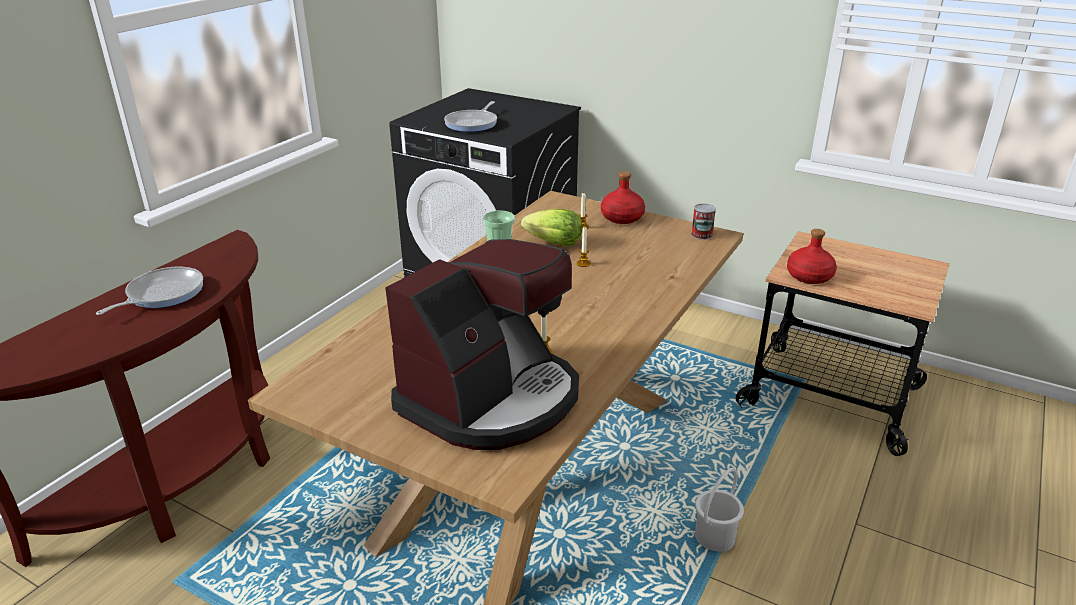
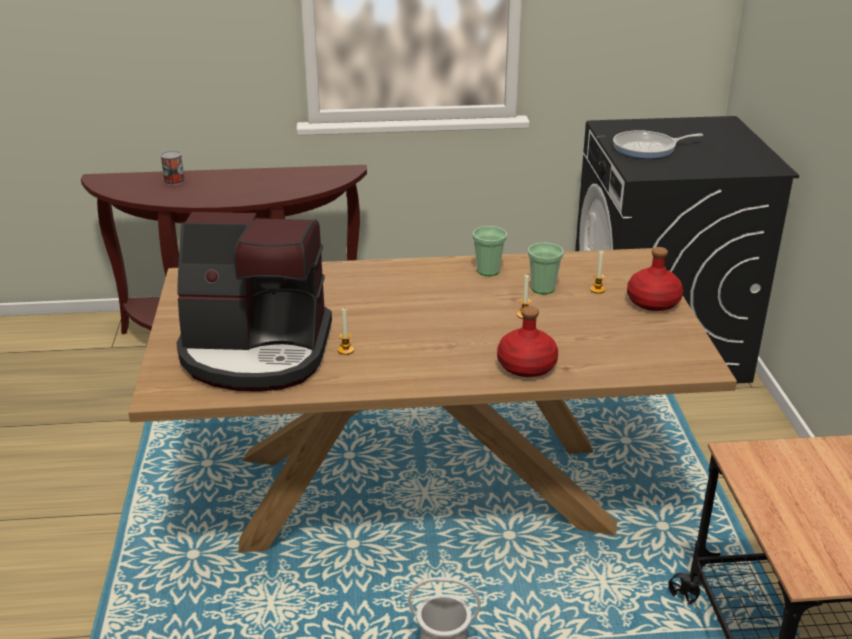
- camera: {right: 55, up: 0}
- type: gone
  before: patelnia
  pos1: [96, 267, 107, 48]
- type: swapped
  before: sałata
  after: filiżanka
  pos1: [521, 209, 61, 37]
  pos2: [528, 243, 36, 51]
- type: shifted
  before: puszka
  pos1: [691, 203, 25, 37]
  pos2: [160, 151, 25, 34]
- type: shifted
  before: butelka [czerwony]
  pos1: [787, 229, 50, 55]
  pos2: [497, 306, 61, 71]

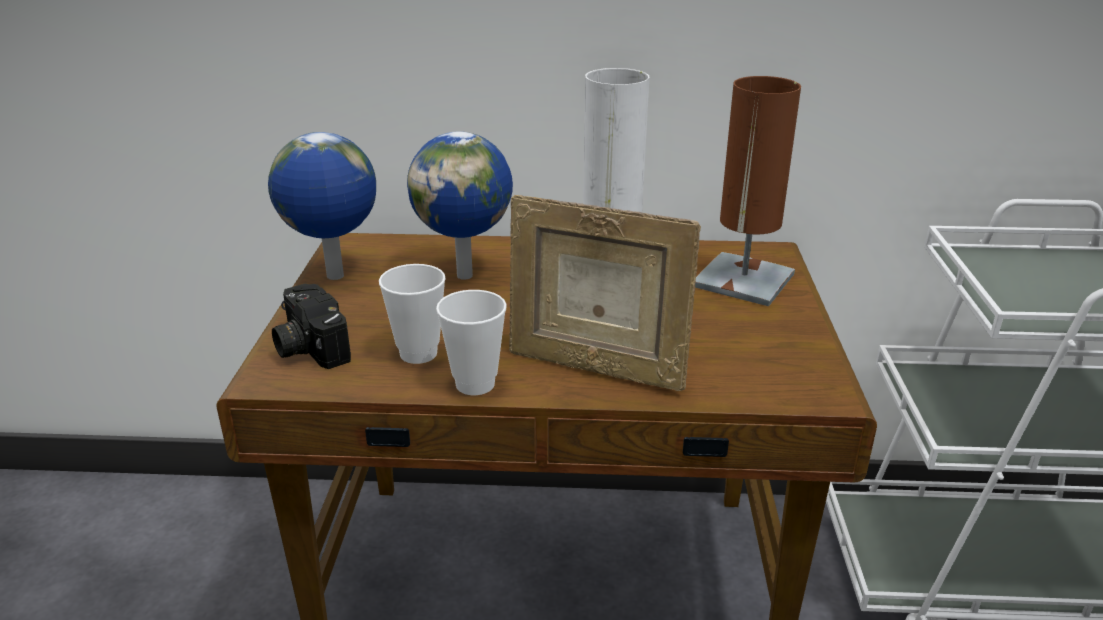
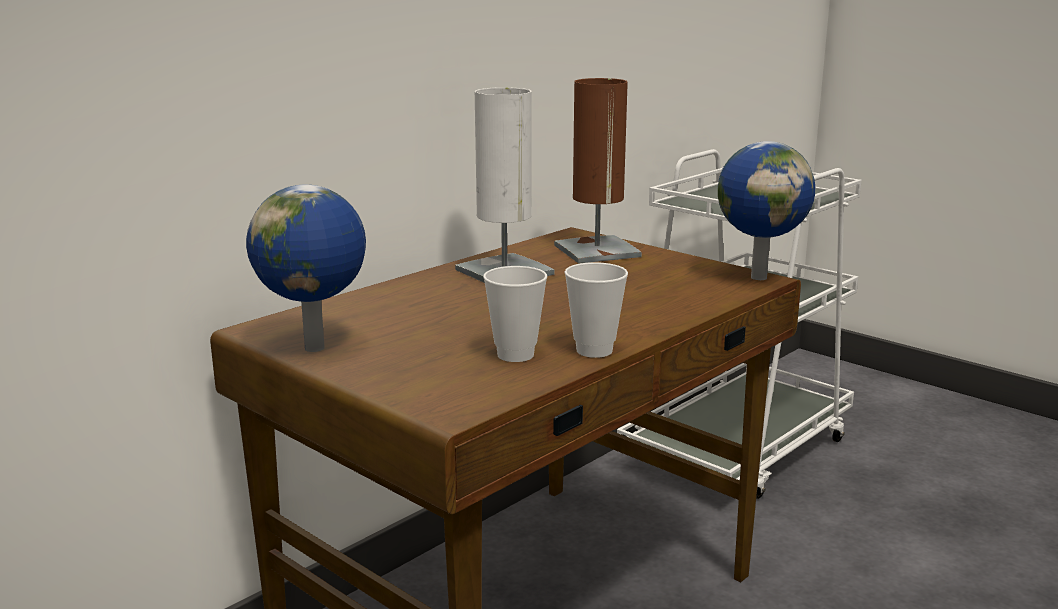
- camera: {right: -50, up: -10}
- type: gone
  before: aparat fotograficzny
  pos1: [272, 283, 79, 86]
- type: shifted
  before: globus
  pos1: [407, 131, 106, 149]
  pos2: [718, 141, 97, 139]
- type: gone
  before: ramka na zdjęcie
  pos1: [509, 195, 192, 196]

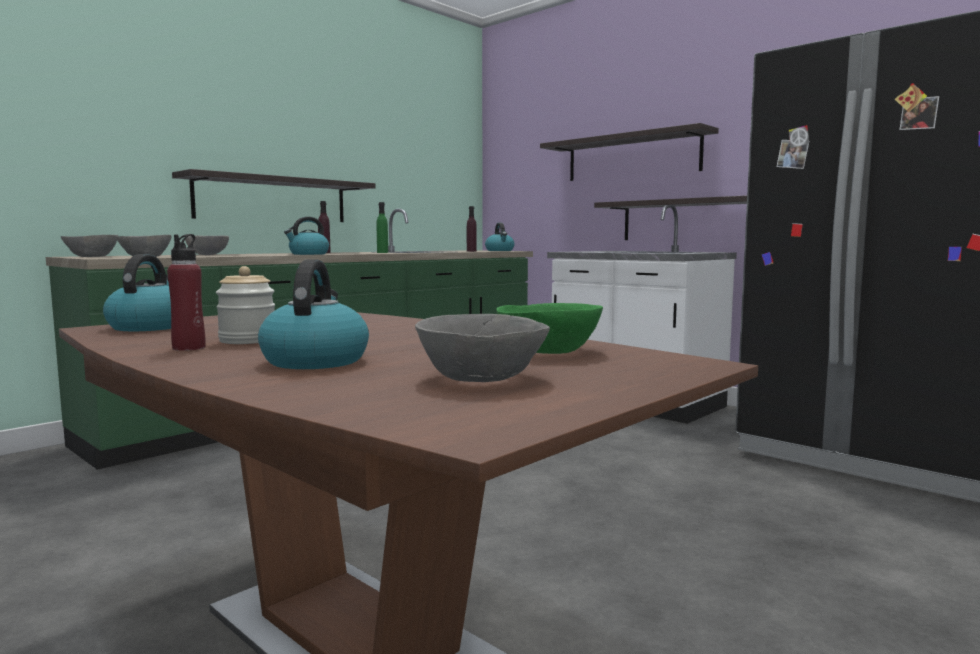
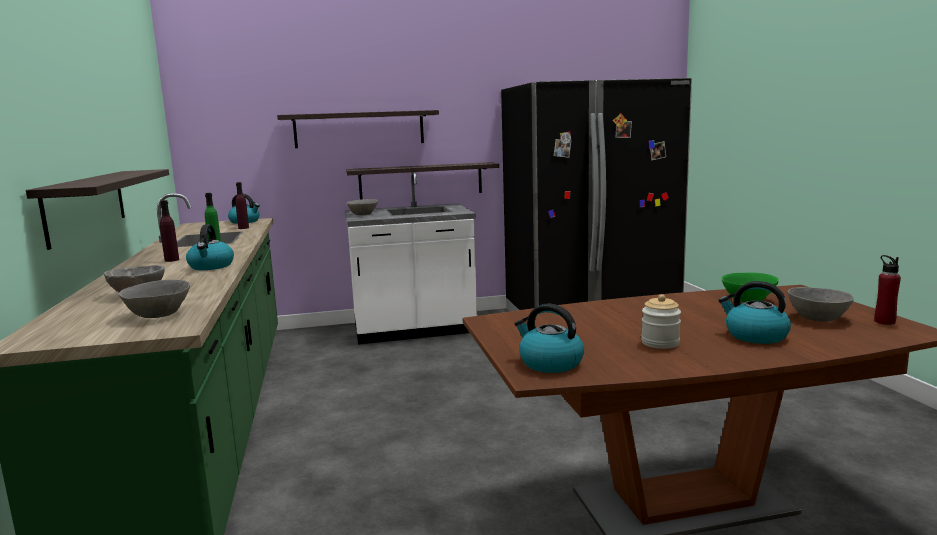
- camera: {right: -55, up: 5}
- type: shifted
  before: miska [szary]
  pos1: [61, 235, 57, 22]
  pos2: [347, 199, 31, 16]
- type: shifted
  before: butelka [czerwony]
  pos1: [167, 234, 39, 117]
  pos2: [874, 255, 27, 70]

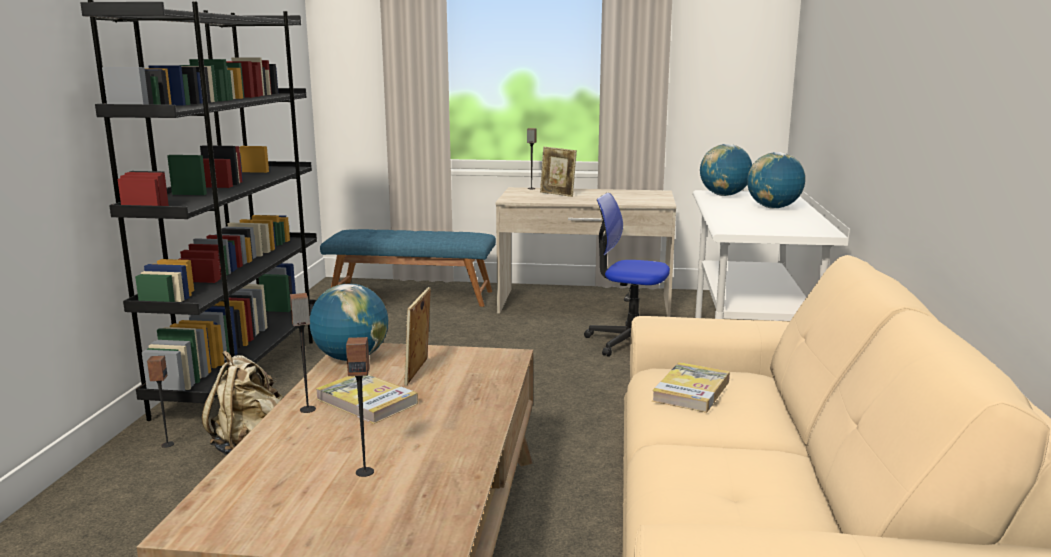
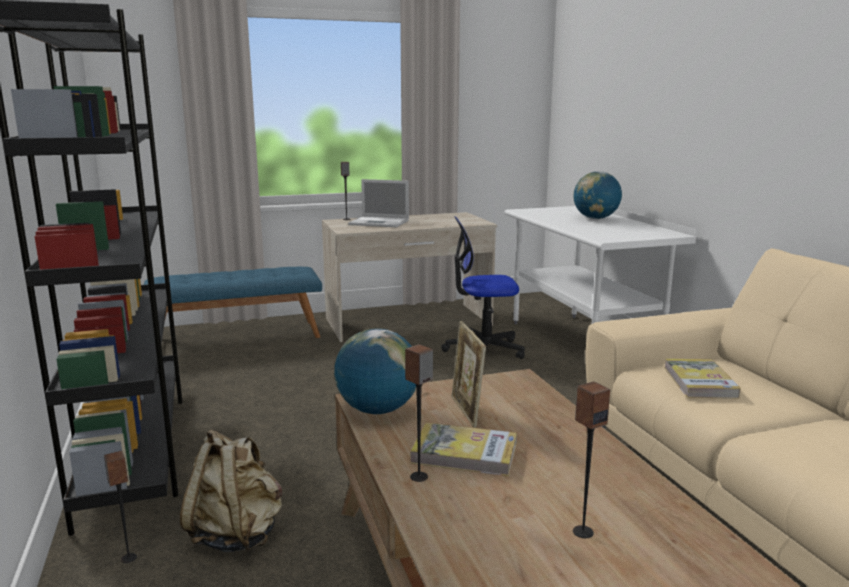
- camera: {right: -25, up: 0}
- type: swapped
  before: ramka na zdjęcie
  after: laptop
  pos1: [540, 147, 37, 50]
  pos2: [348, 179, 61, 48]
- type: gone
  before: globus
  pos1: [700, 144, 52, 52]

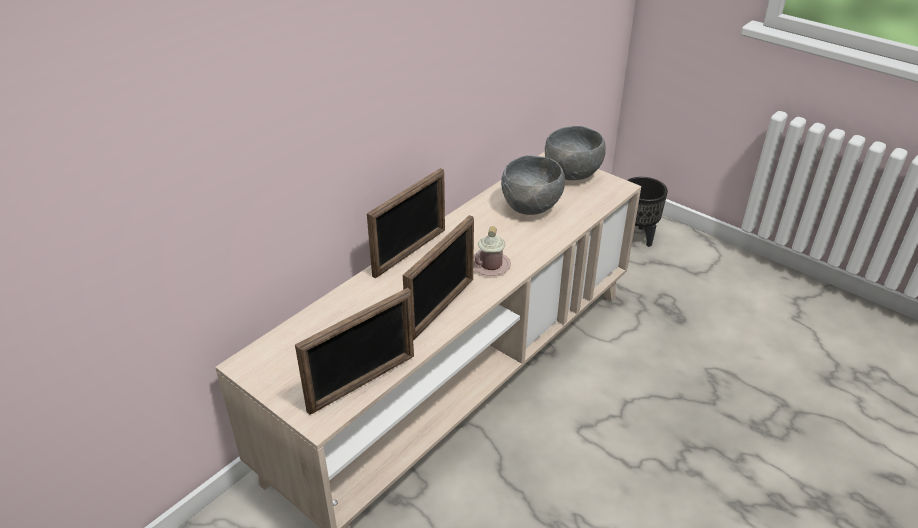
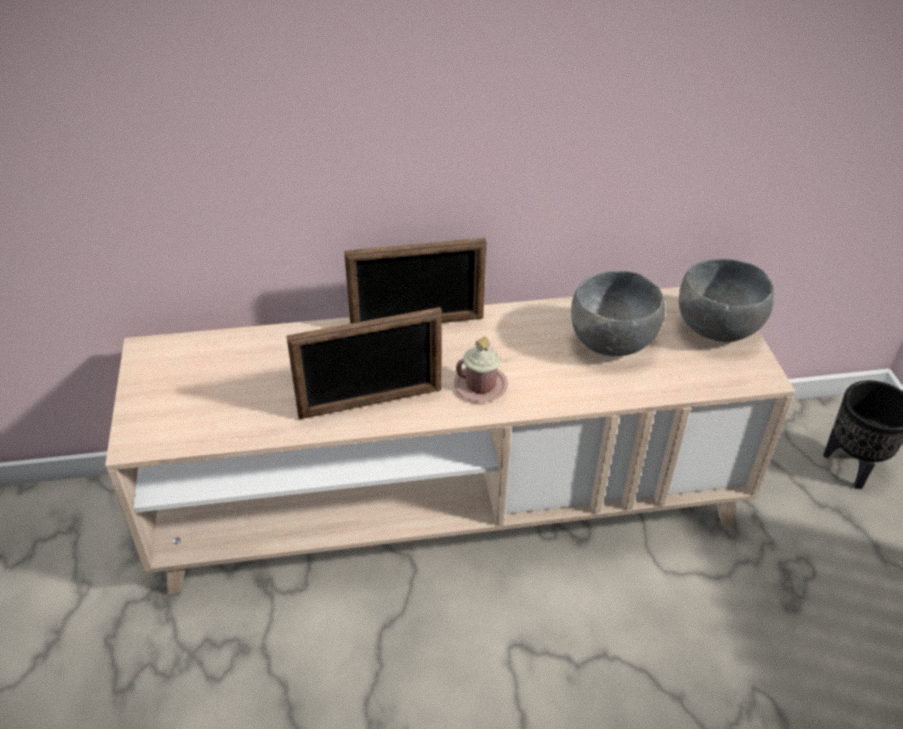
- camera: {right: 40, up: 5}
- type: gone
  before: ramka na zdjęcie
  pos1: [295, 288, 119, 127]

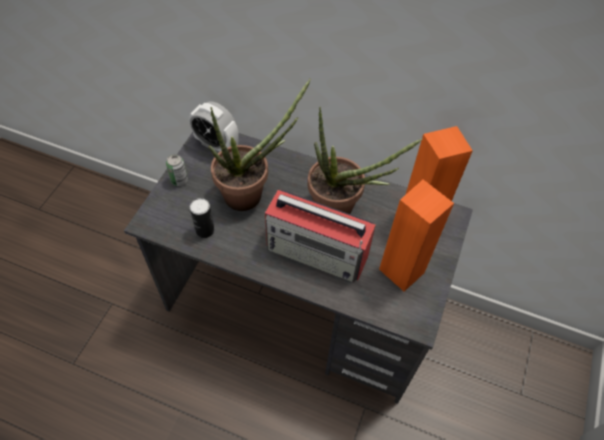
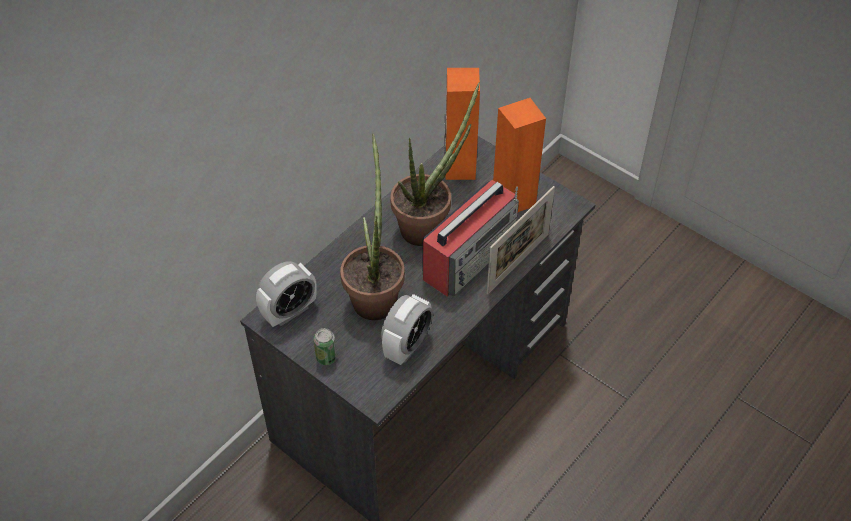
- camera: {right: -70, up: -5}
- type: swapped
  before: puszka
  after: budzik
  pos1: [190, 198, 24, 40]
  pos2: [381, 294, 52, 71]
- type: new
  after: ramka na zdjęcie
  pos2: [487, 186, 68, 108]

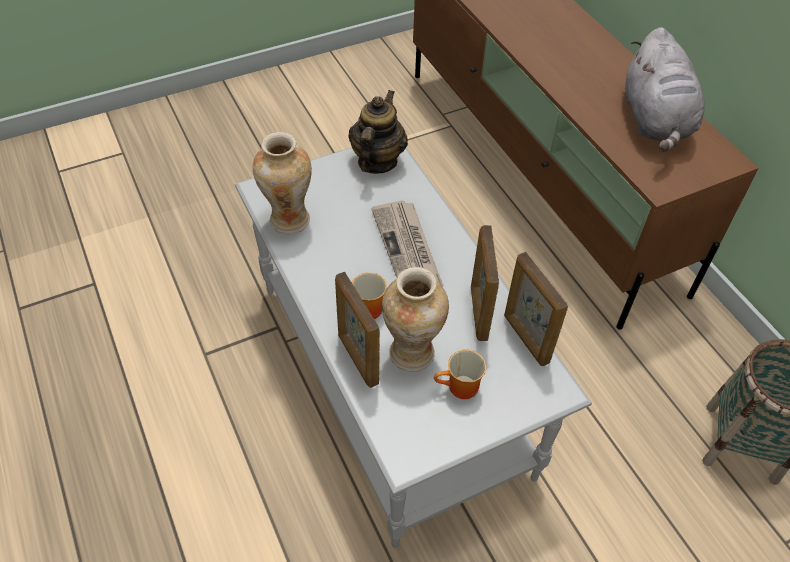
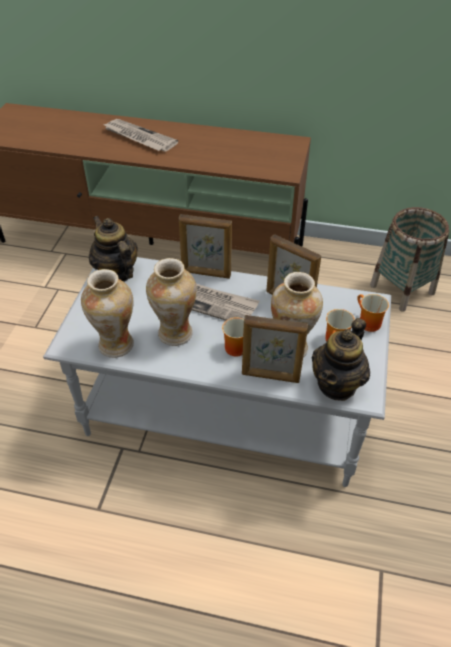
- camera: {right: -50, up: -5}
- type: shifted
  before: ramka na zdjęcie
  pos1: [504, 252, 64, 114]
  pos2: [179, 214, 53, 65]
- type: gone
  before: pluszak [szary]
  pos1: [625, 27, 80, 125]
- type: new
  after: gazeta
  pos2: [102, 119, 76, 33]
- type: new
  after: wazon
  pos2: [146, 258, 51, 88]
- type: new
  after: imbryk
  pos2: [312, 318, 58, 83]
- type: new
  after: kubek
  pos2: [357, 294, 32, 38]

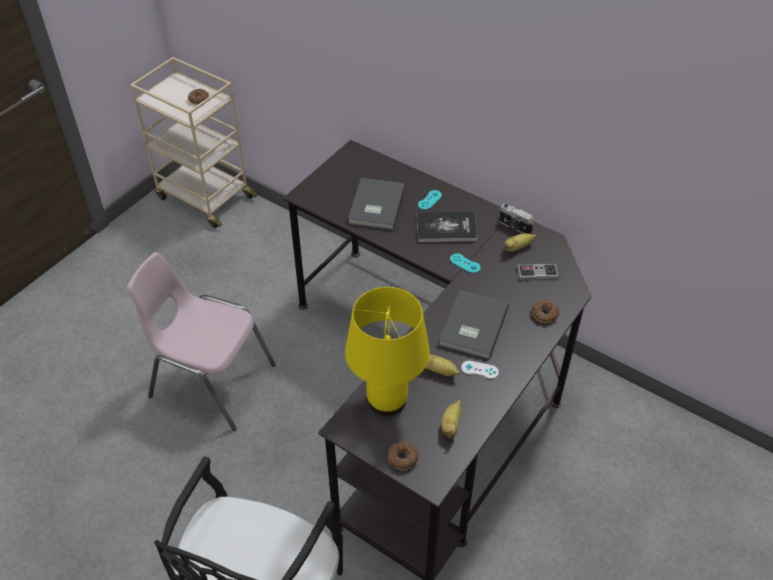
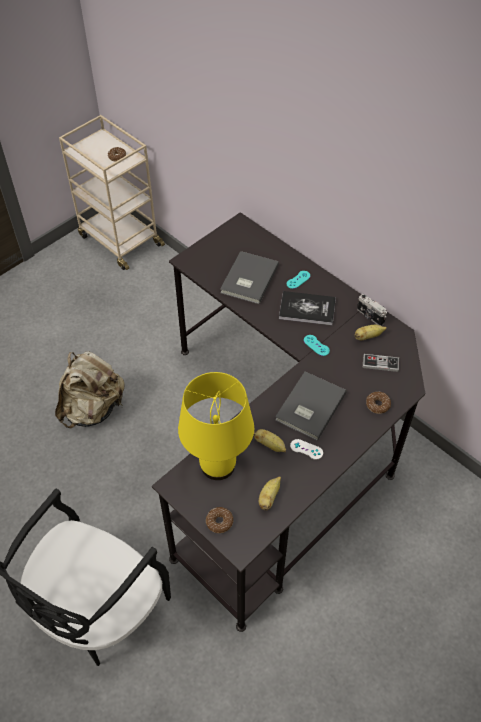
- camera: {right: 10, up: 5}
- type: swapped
  before: krzesło [różowy]
  after: plecak [beżowy]
  pos1: [127, 252, 149, 179]
  pos2: [55, 351, 70, 77]

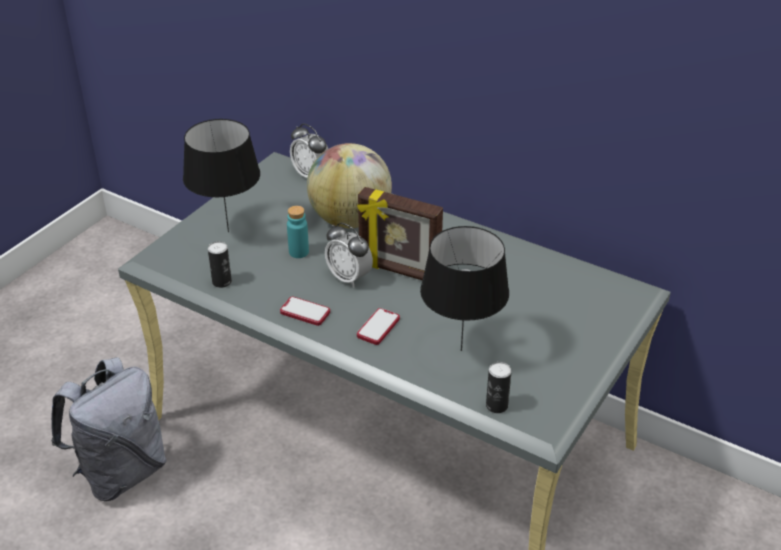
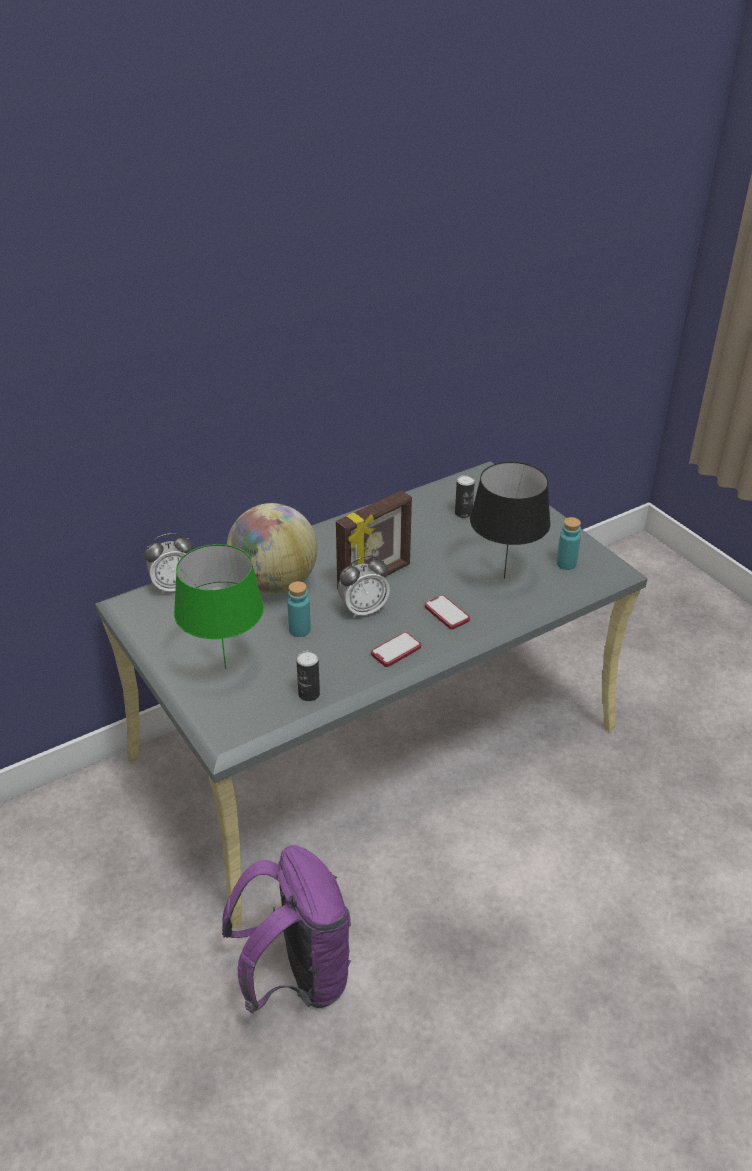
- camera: {right: -65, up: 0}
- type: repainted
  before: plecak [szary]
  after: plecak [fioletowy]
  pos1: [51, 357, 116, 144]
  pos2: [222, 845, 129, 169]
- type: repainted
  before: lampa stołowa [czarny]
  after: lampa stołowa [zielony]
  pos1: [183, 119, 77, 113]
  pos2: [174, 544, 90, 126]
- type: shifted
  before: puszka
  pos1: [486, 362, 26, 51]
  pos2: [455, 475, 20, 43]
- type: new
  after: butelka [turkusowy]
  pos2: [556, 517, 25, 53]

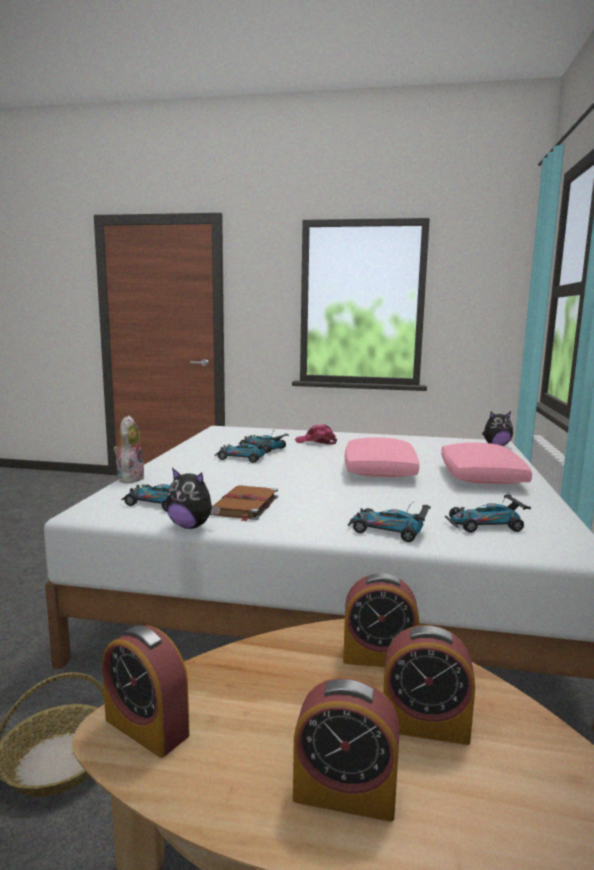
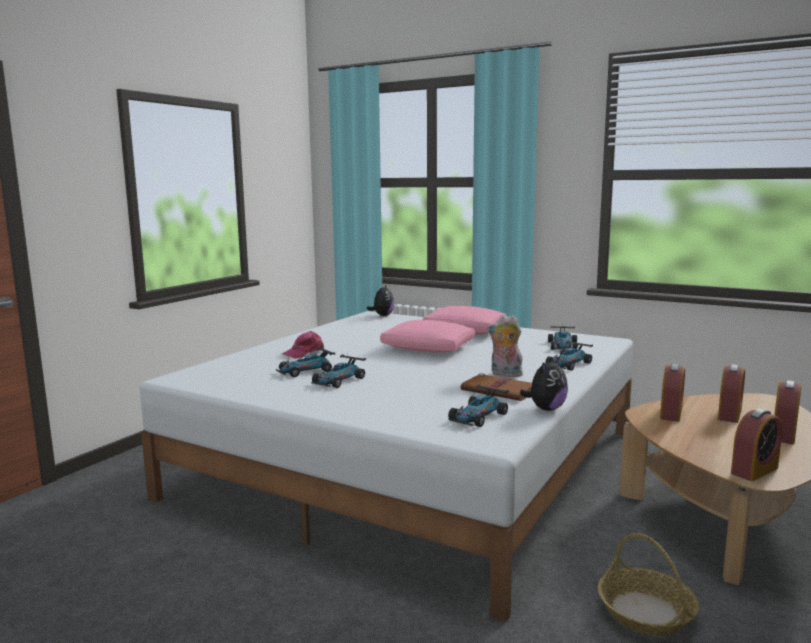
- camera: {right: -70, up: 0}
- type: shifted
  before: pluszak
  pos1: [113, 416, 32, 67]
  pos2: [487, 315, 39, 62]

